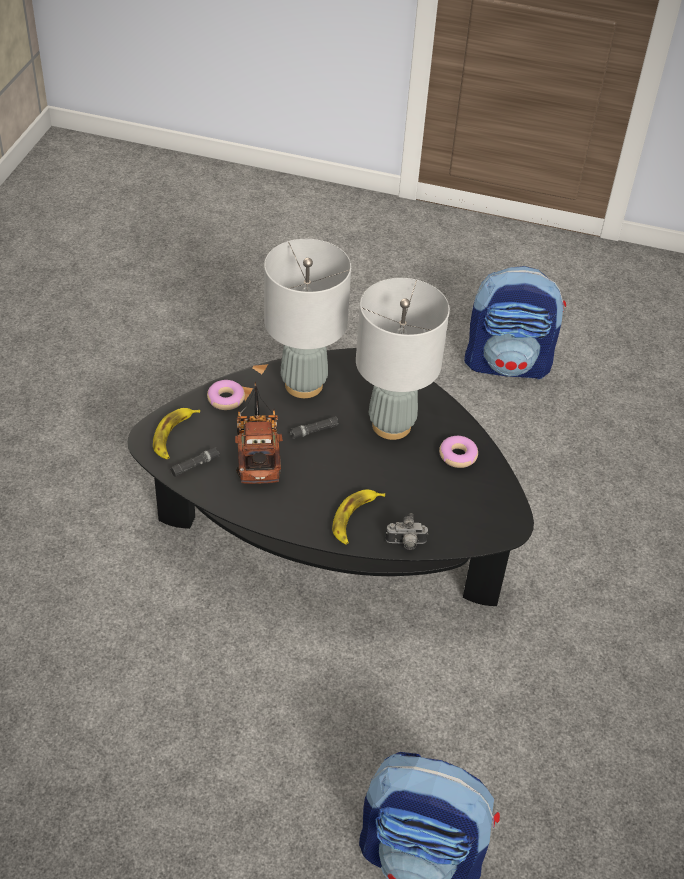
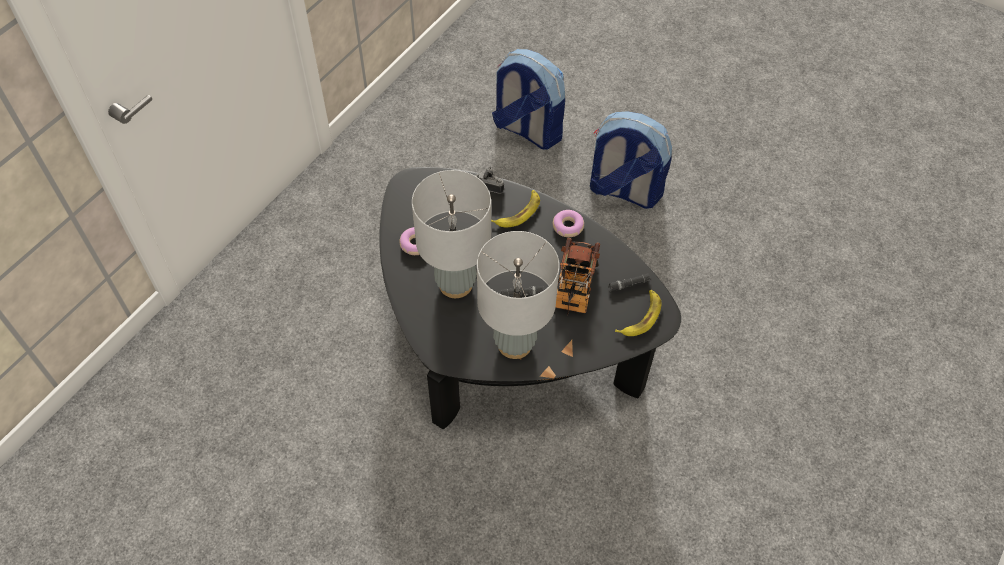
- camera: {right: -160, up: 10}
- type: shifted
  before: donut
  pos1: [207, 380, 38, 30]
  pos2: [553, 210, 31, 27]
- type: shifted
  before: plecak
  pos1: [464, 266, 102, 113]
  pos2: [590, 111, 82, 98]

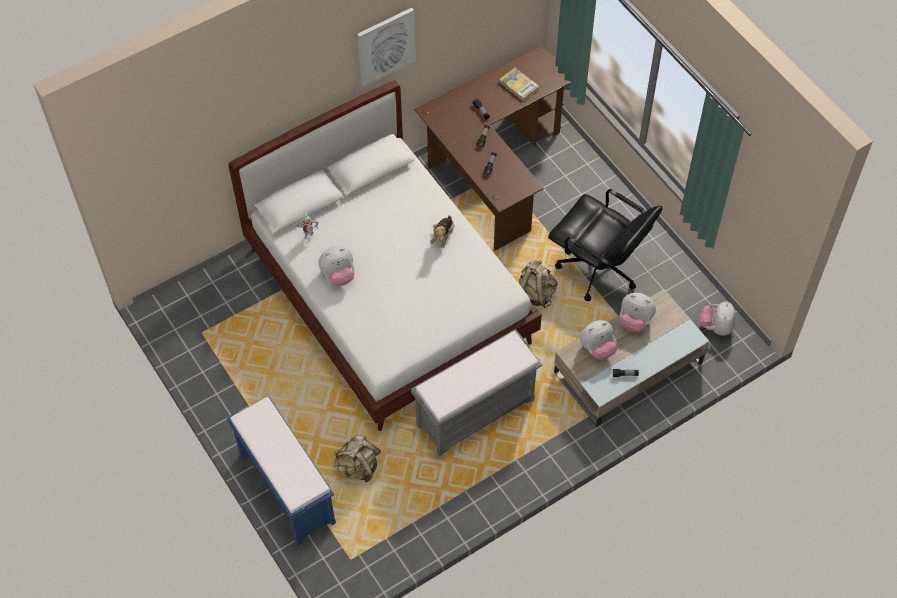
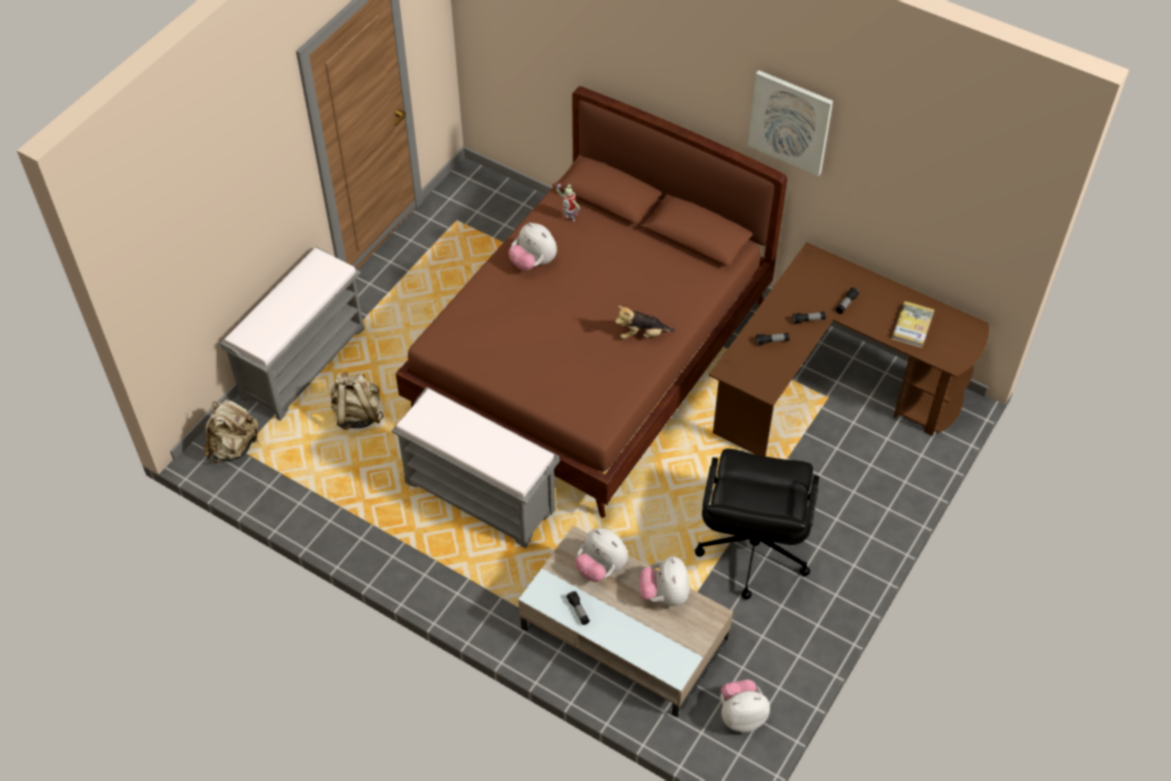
- camera: {right: 65, up: -5}
- type: repainted
  before: ławka [niebieski]
  after: ławka [szary]
  pos1: [227, 396, 109, 150]
  pos2: [220, 246, 145, 175]
- type: repainted
  before: łóżko [biały]
  after: łóżko [brązowy]
  pos1: [228, 80, 314, 351]
  pos2: [395, 86, 392, 432]
- type: shifted
  before: plecak [beżowy]
  pos1: [519, 260, 38, 48]
  pos2: [204, 400, 55, 63]

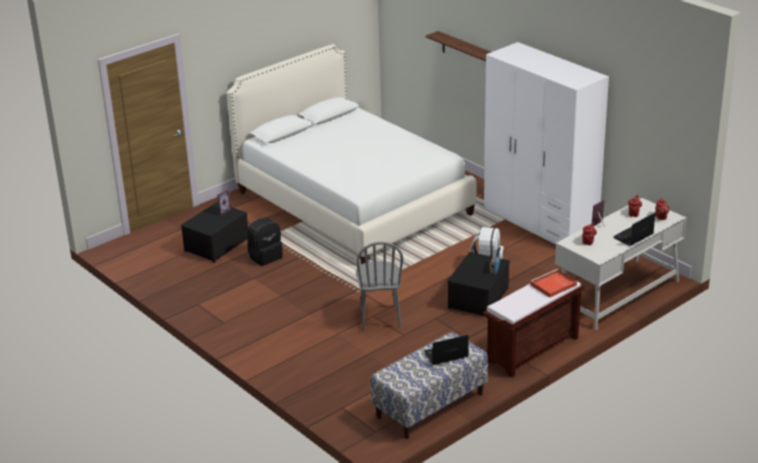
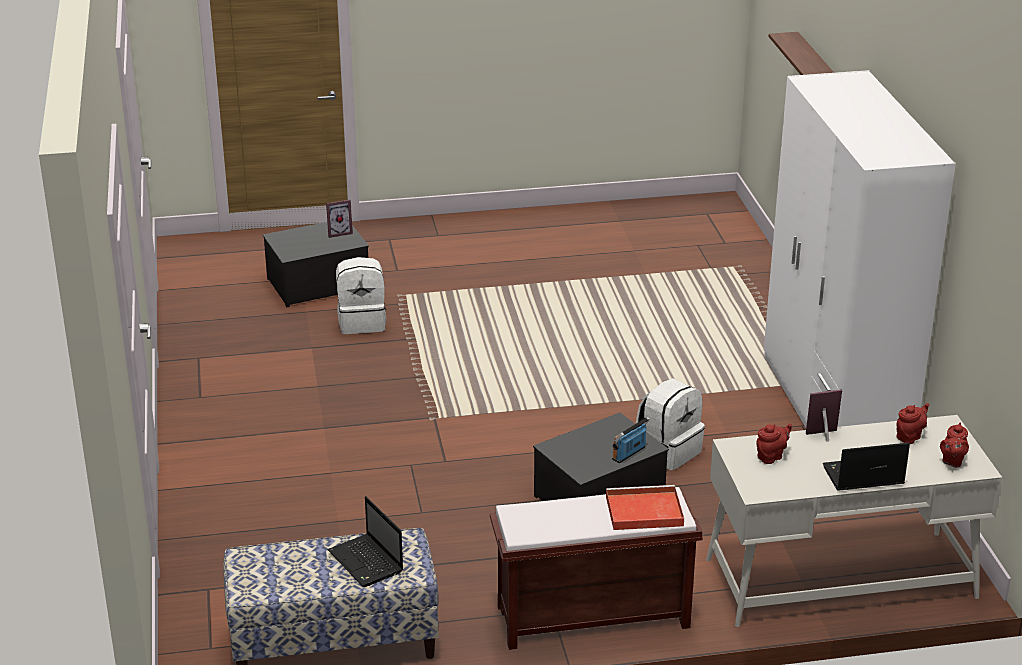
- camera: {right: 30, up: 0}
- type: gone
  before: łóżko [biały]
  pos1: [227, 44, 249, 220]
- type: repainted
  before: plecak [czarny]
  after: plecak [biały]
  pos1: [247, 217, 36, 49]
  pos2: [336, 257, 50, 77]
- type: gone
  before: krzesło [szary]
  pos1: [356, 242, 48, 89]
- type: rotated
  before: laptop
  pos1: [424, 335, 45, 30]
  pos2: [327, 496, 76, 91]
  turn: -135

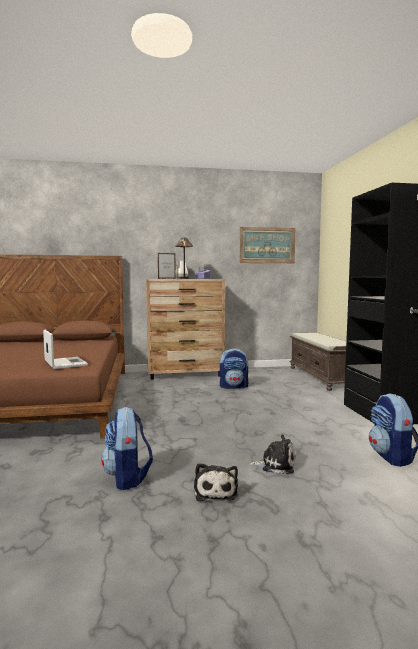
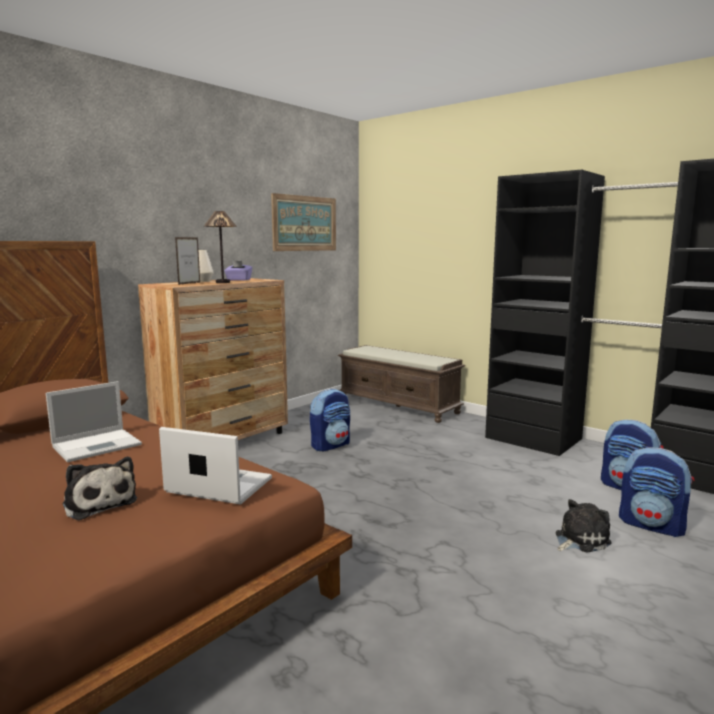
- camera: {right: -40, up: 5}
- type: shifted
  before: plecak
  pos1: [101, 407, 52, 83]
  pos2: [619, 447, 76, 90]
- type: shifted
  before: pluszak
  pos1: [194, 463, 44, 38]
  pos2: [62, 457, 75, 63]
- type: new
  after: laptop
  pos2: [46, 381, 96, 81]

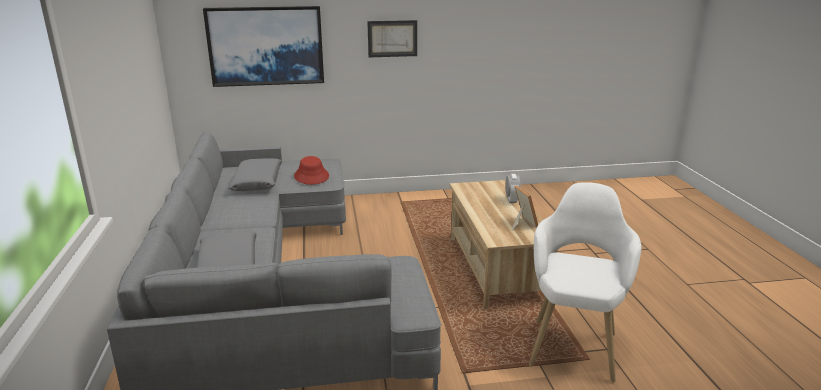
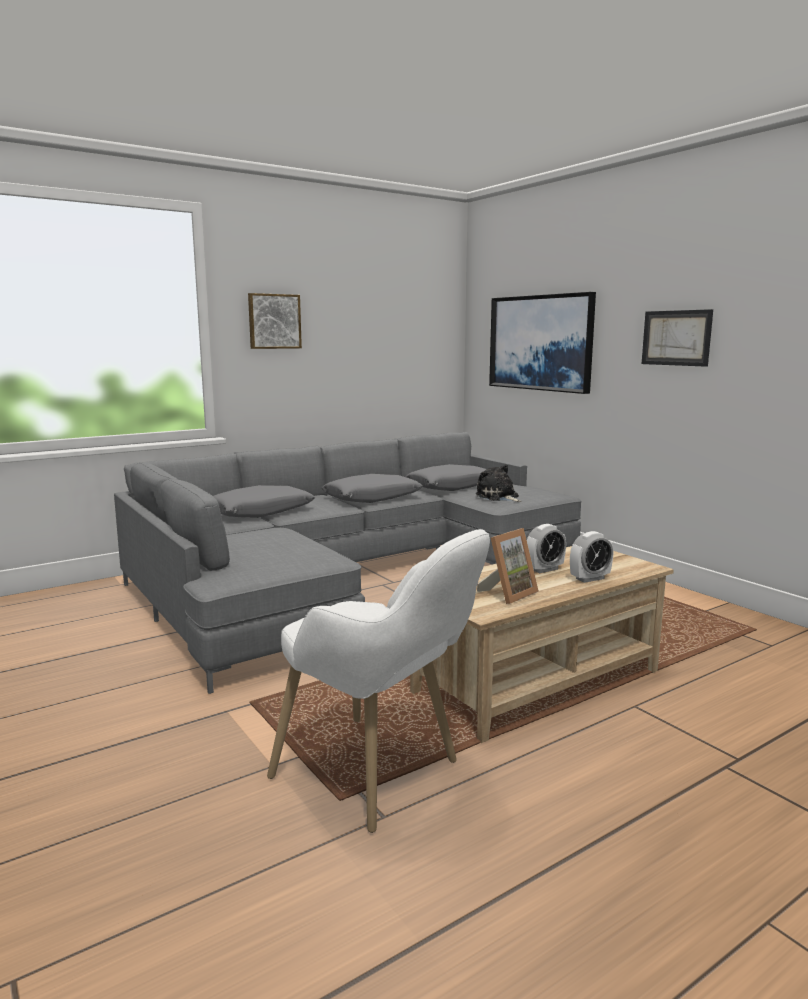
- camera: {right: 65, up: -10}
- type: swapped
  before: kapelusz [czerwony]
  after: pluszak
  pos1: [294, 156, 35, 29]
  pos2: [476, 464, 46, 38]
- type: rotated
  before: fotel [biały]
  pos1: [529, 182, 112, 200]
  pos2: [267, 529, 223, 304]
  turn: 45
- type: new
  after: obraz
  pos2: [248, 293, 54, 56]
- type: new
  after: poduszka [szary]
  pos2: [322, 474, 101, 29]
- type: new
  after: budzik
  pos2: [527, 524, 39, 49]

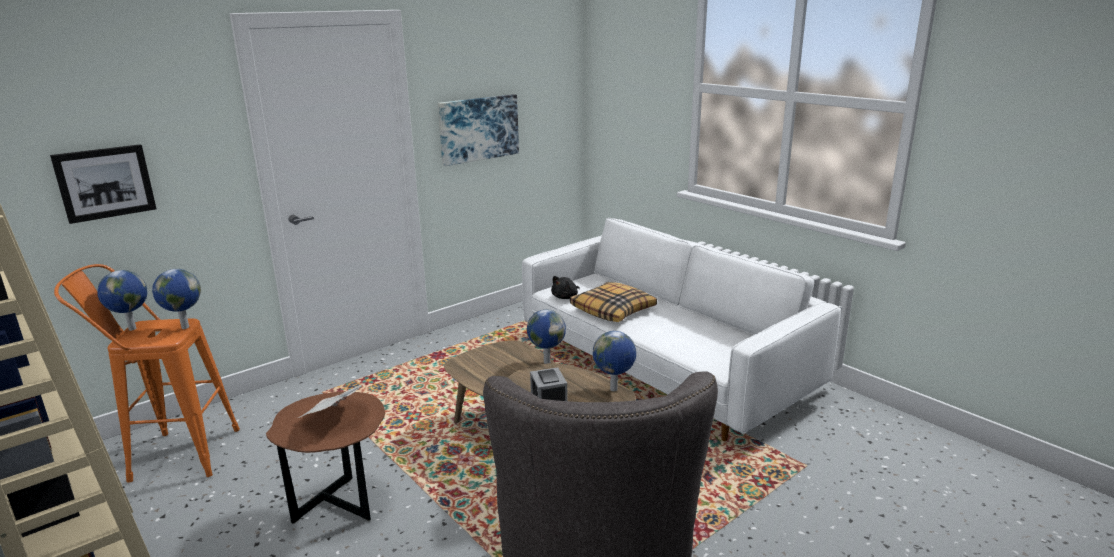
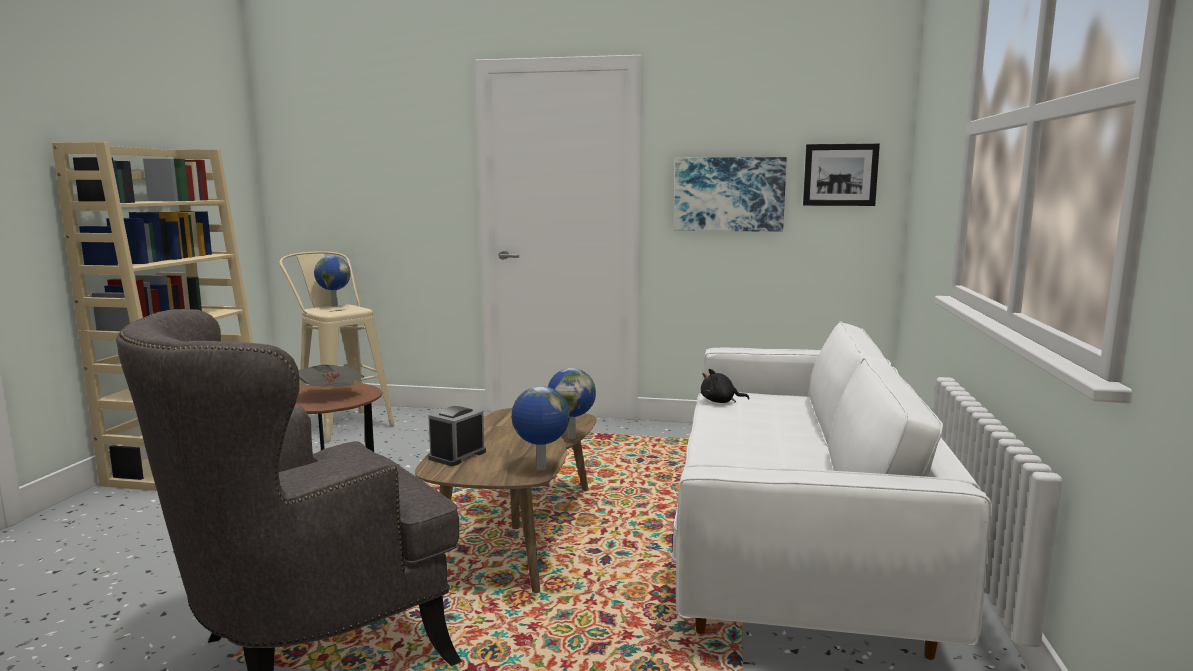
- camera: {right: 50, up: -10}
- type: shifted
  before: obraz
  pos1: [50, 144, 107, 80]
  pos2: [803, 144, 77, 62]
- type: repainted
  before: stołek [pomarańczowy]
  after: stołek [beżowy]
  pos1: [54, 264, 186, 219]
  pos2: [279, 251, 116, 191]
- type: gone
  before: globus
  pos1: [152, 269, 49, 60]
- type: gone
  before: poduszka
  pos1: [570, 282, 87, 40]

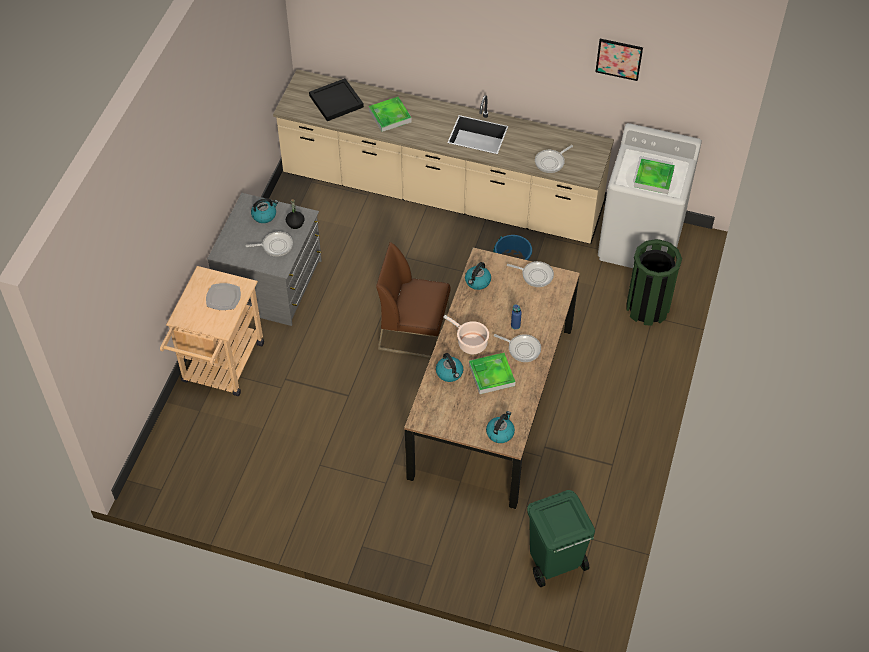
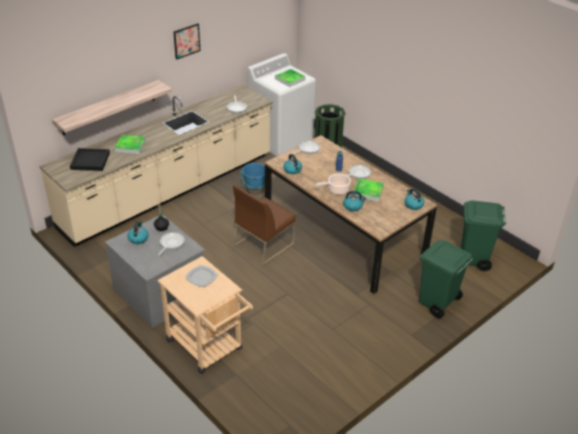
- camera: {right: -60, up: -15}
- type: shifted
  before: obraz
  pos1: [596, 39, 47, 42]
  pos2: [174, 24, 26, 36]
- type: new
  after: półka
  pos2: [52, 80, 120, 55]
- type: new
  after: kosz na śmieci [zielony]
  pos2: [419, 240, 55, 79]

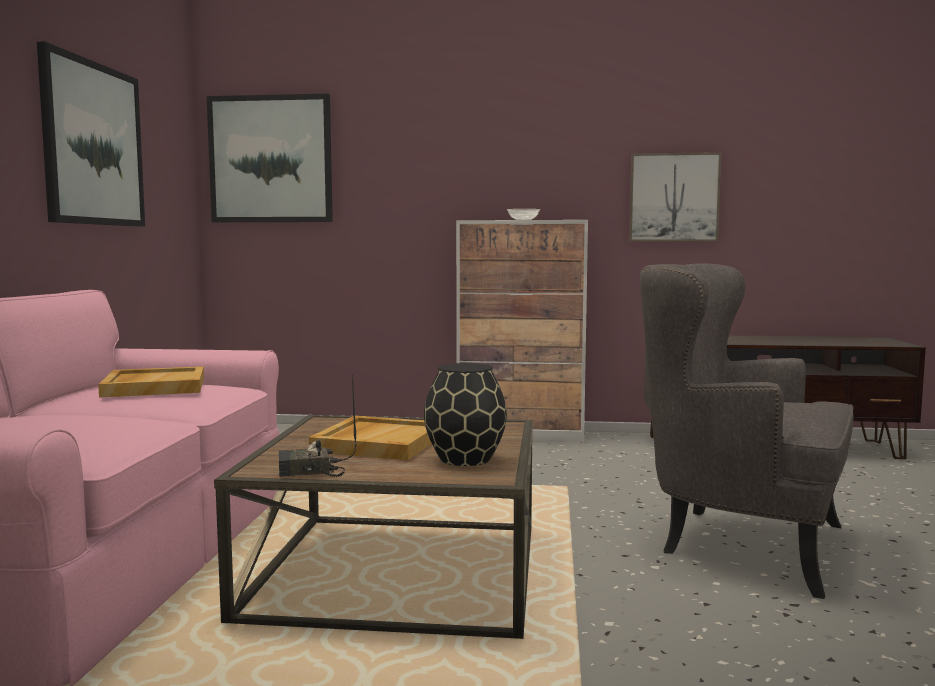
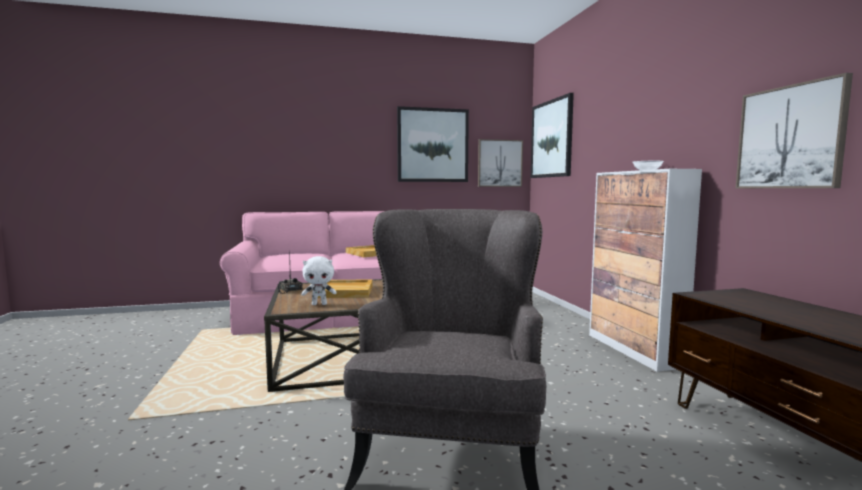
- camera: {right: 70, up: 0}
- type: swapped
  before: wazon [czarny]
  after: pluszak [biały]
  pos1: [424, 363, 83, 103]
  pos2: [301, 256, 36, 49]
- type: new
  after: obraz
  pos2: [478, 139, 45, 48]

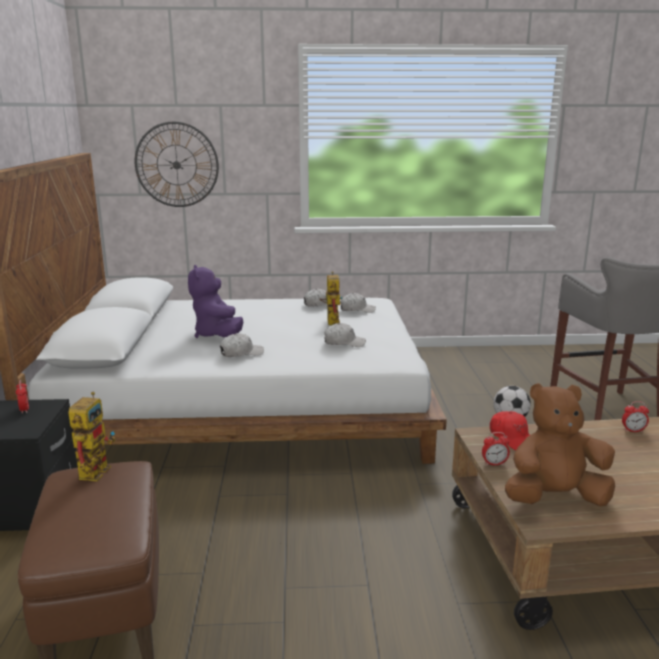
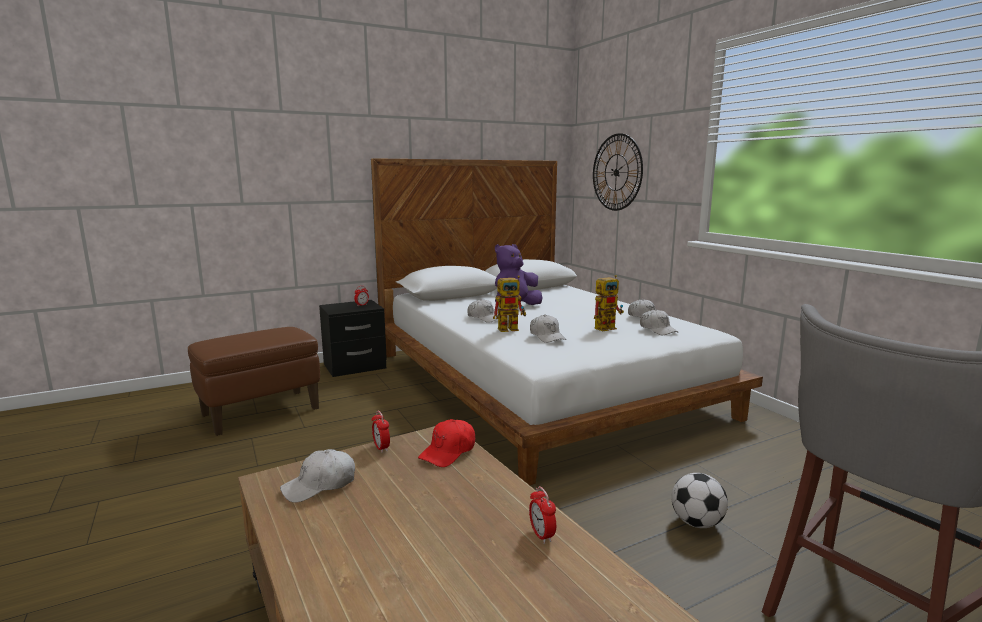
- camera: {right: 65, up: -5}
- type: shifted
  before: robot zabawkowy
  pos1: [68, 391, 47, 90]
  pos2: [493, 276, 33, 56]
- type: swapped
  before: pluszak [brązowy]
  after: czapka z daszkiem [biały]
  pos1: [505, 383, 110, 123]
  pos2: [280, 449, 75, 54]

